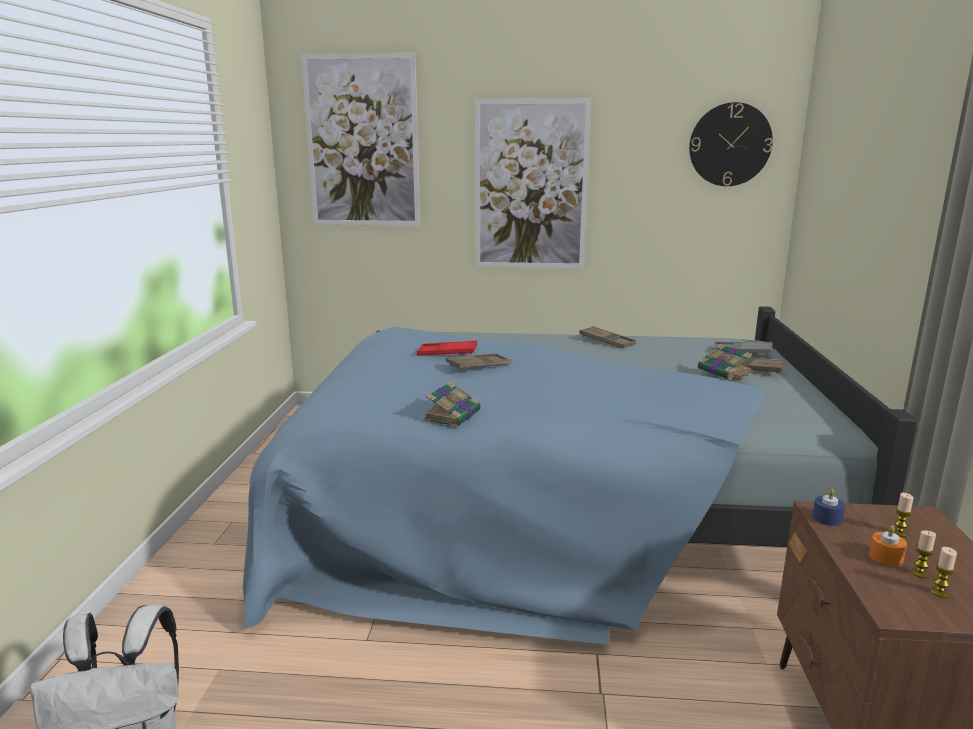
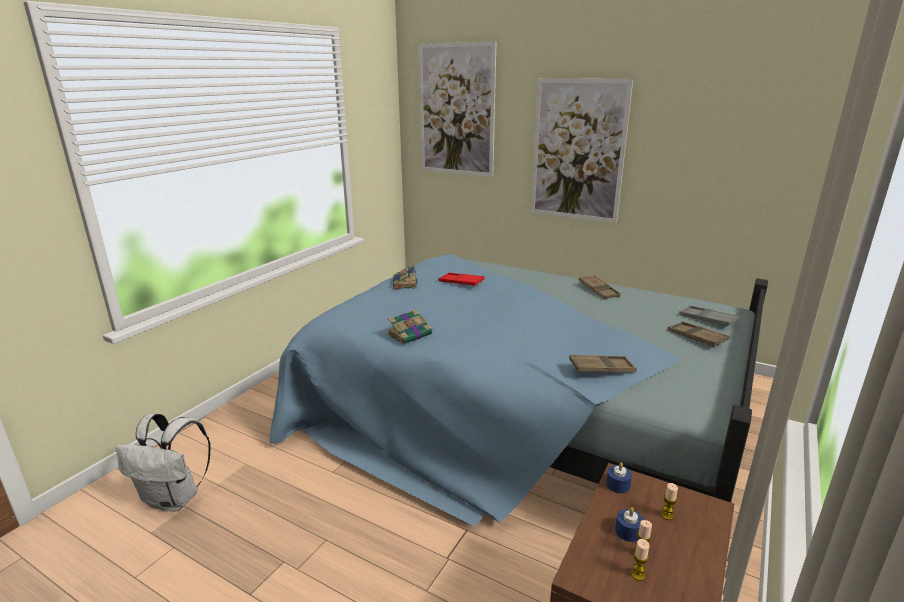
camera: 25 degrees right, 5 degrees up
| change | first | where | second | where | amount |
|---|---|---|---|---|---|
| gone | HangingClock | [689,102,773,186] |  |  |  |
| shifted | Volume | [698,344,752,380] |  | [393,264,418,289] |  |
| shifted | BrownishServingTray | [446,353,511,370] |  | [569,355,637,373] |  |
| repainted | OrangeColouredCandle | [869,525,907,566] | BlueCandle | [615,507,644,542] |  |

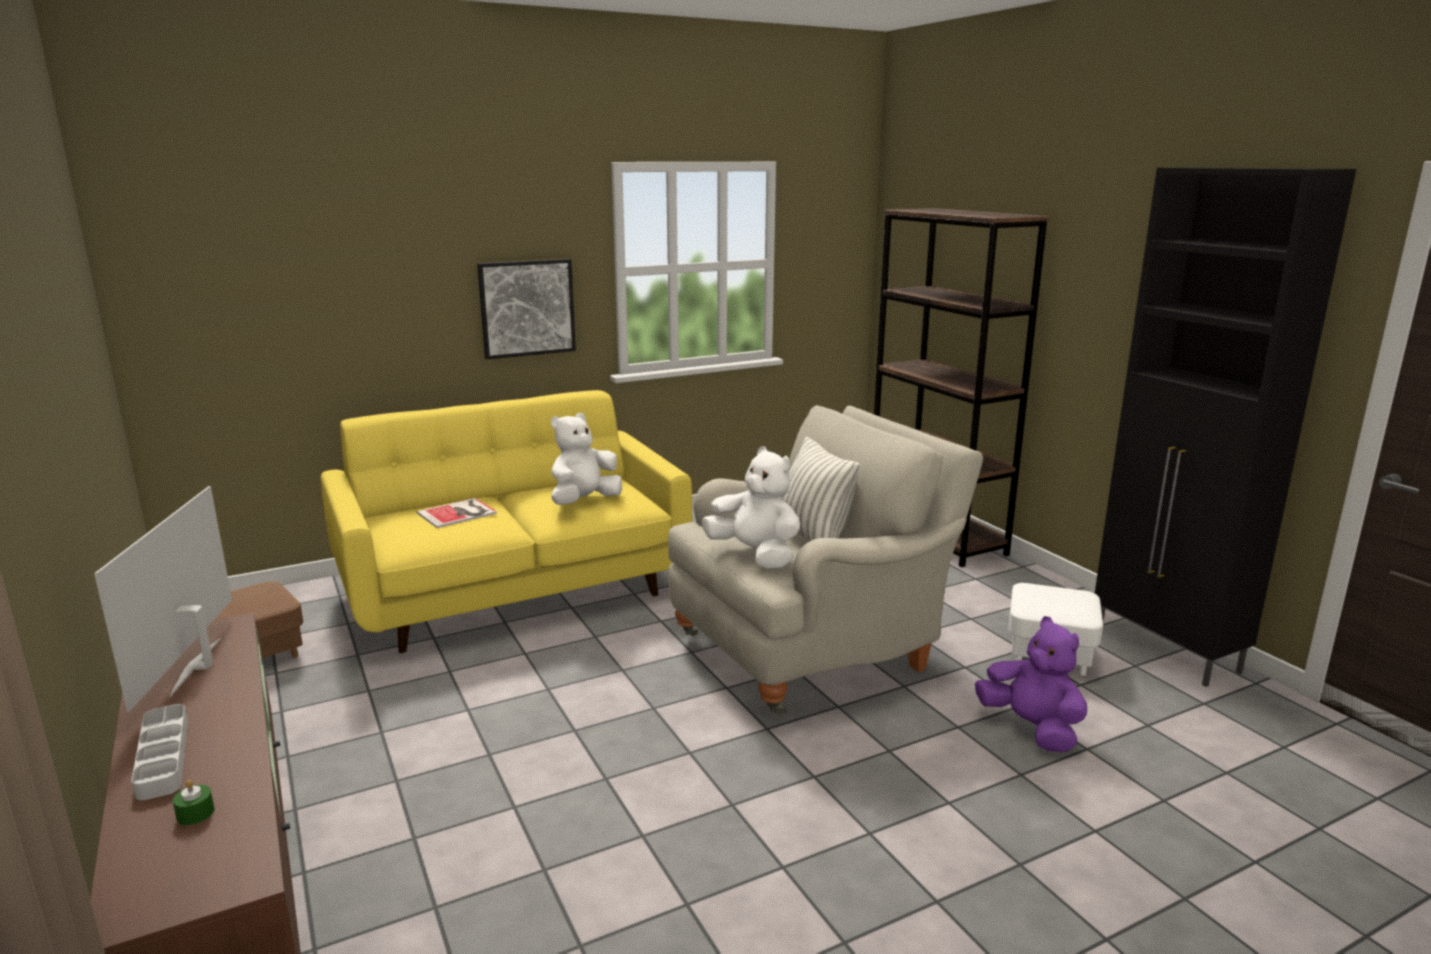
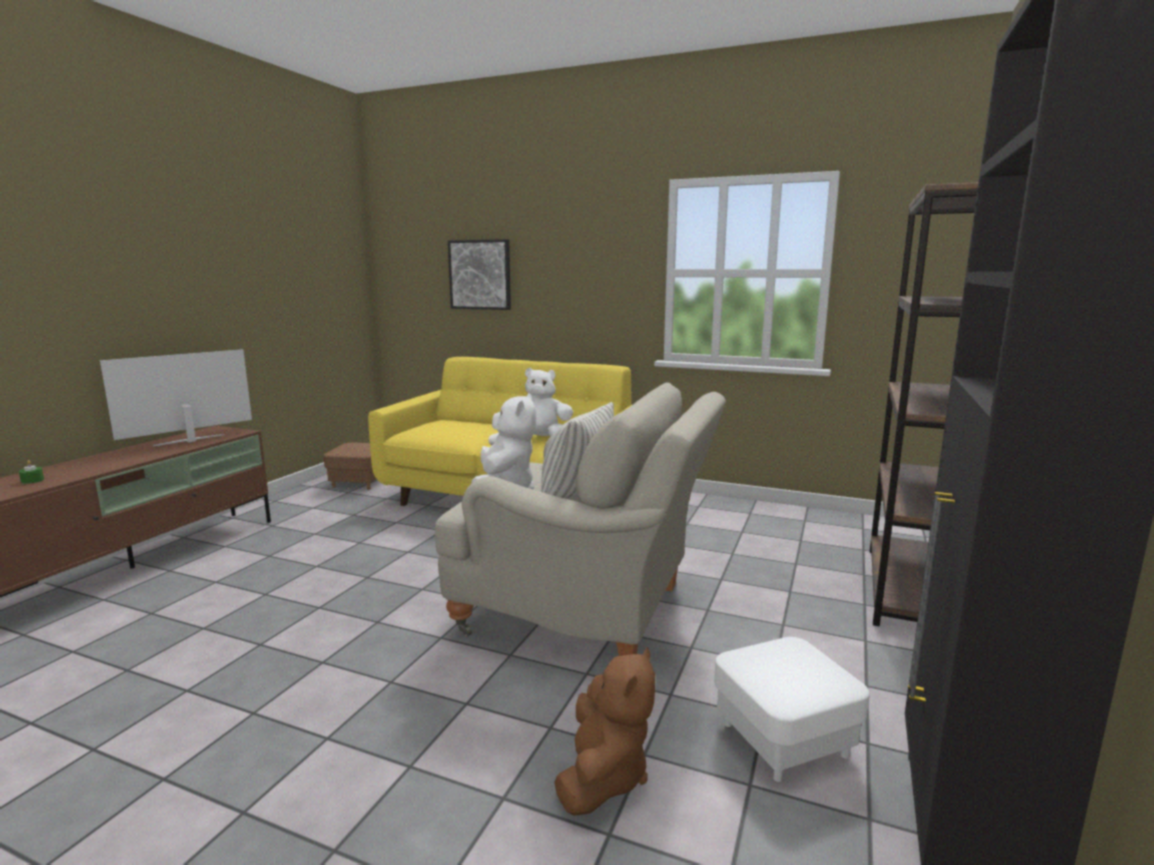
camera: 50 degrees right, 5 degrees down
| change | first | where | second | where | amount |
|---|---|---|---|---|---|
| shifted | WallPicture | [477,259,576,359] |  | [448,239,511,310] |  |
| gone | Volume | [417,498,497,528] |  |  |  |
| repainted | PurplishPlushToy | [975,616,1087,752] | BrownishPlushToy | [554,647,655,816] |  |
| gone | GrayServingTray | [131,704,188,800] |  |  |  |

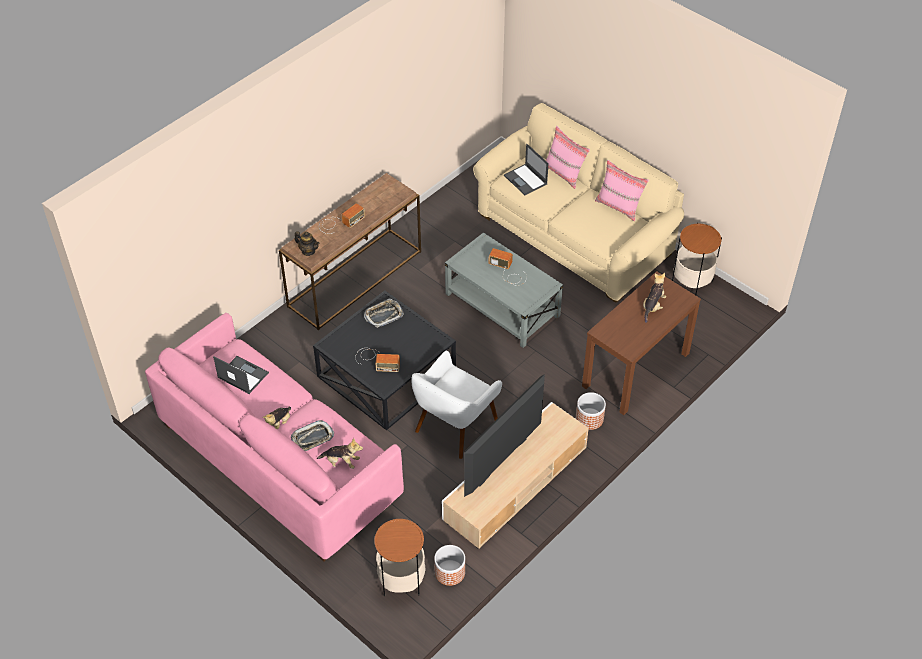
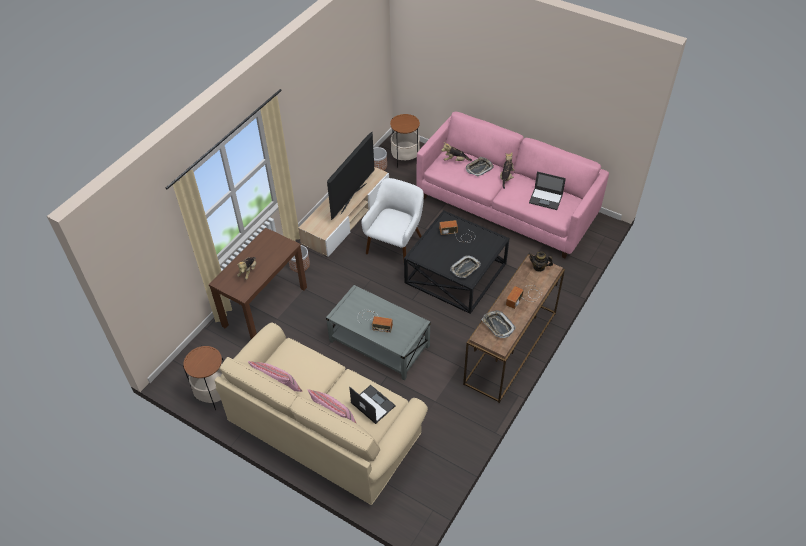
camera: 170 degrees right, 0 degrees up
| change | first | where | second | where | amount |
|---|---|---|---|---|---|
| new |  |  | ServingTray | [482,310,516,338] |  |

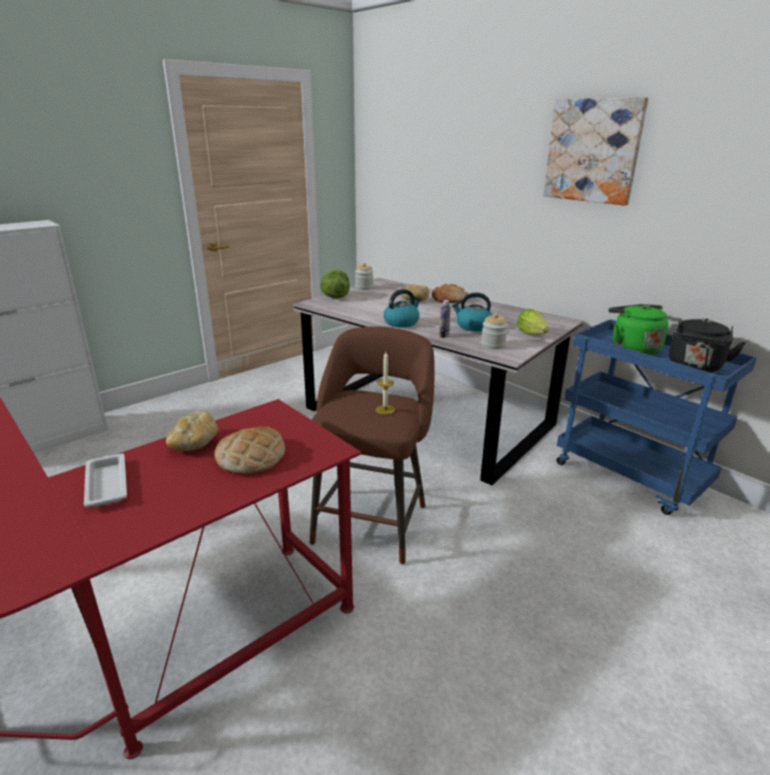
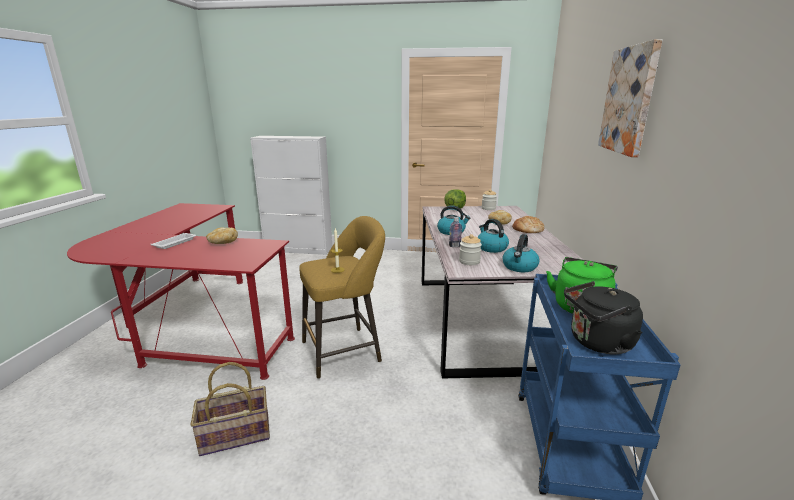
camera: 50 degrees right, 5 degrees down
| change | first | where | second | where | amount |
|---|---|---|---|---|---|
| swapped | Lettuce | [517,309,549,335] | Kettle | [502,234,540,272] |  |
| repainted | BrownishStool | [310,327,435,564] | YellowColouredStool | [299,216,385,379] |  |
| gone | BakeryBread | [214,426,285,474] |  |  |  |
| new |  |  | StorageBasket | [190,362,270,456] |  |

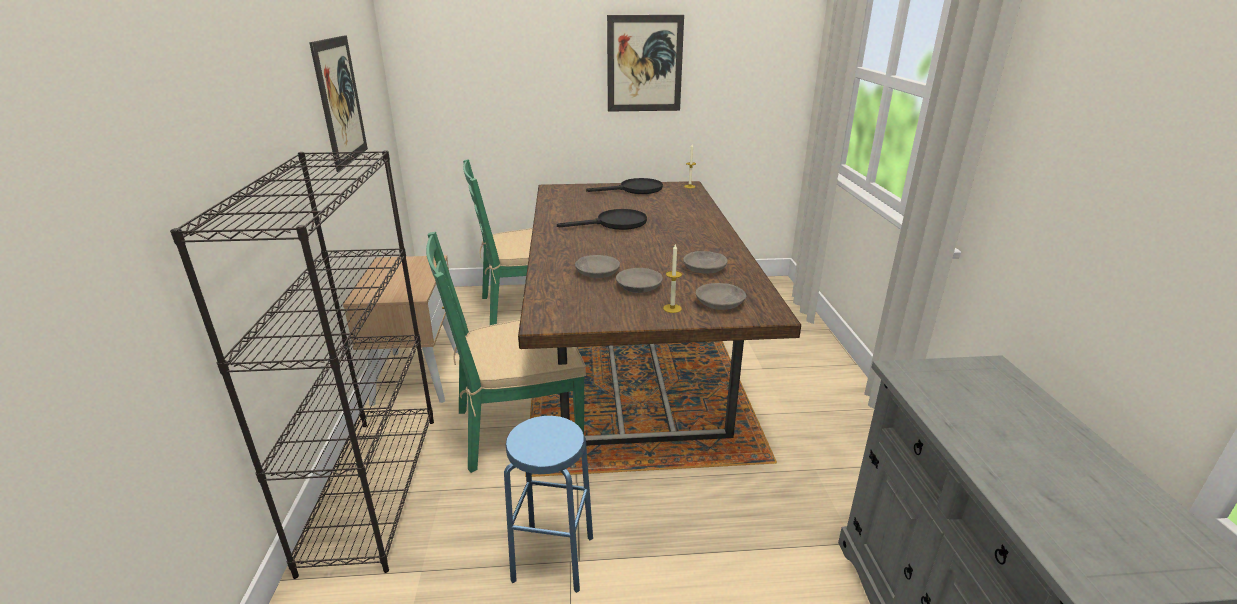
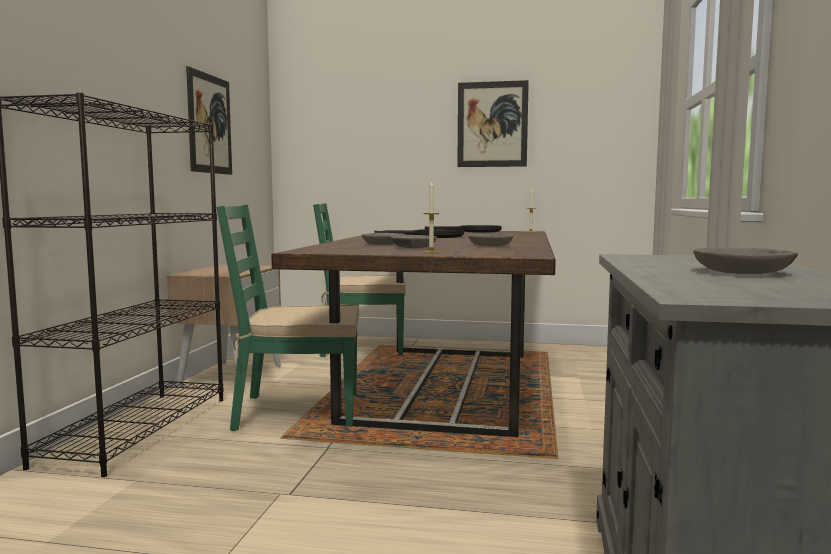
camera: 15 degrees right, 20 degrees down
| change | first | where | second | where | amount |
|---|---|---|---|---|---|
| shifted | GrayServingBowl | [696,283,746,310] |  | [693,248,798,274] |  |
| gone | BlueStool | [504,416,593,593] |  |  |  |

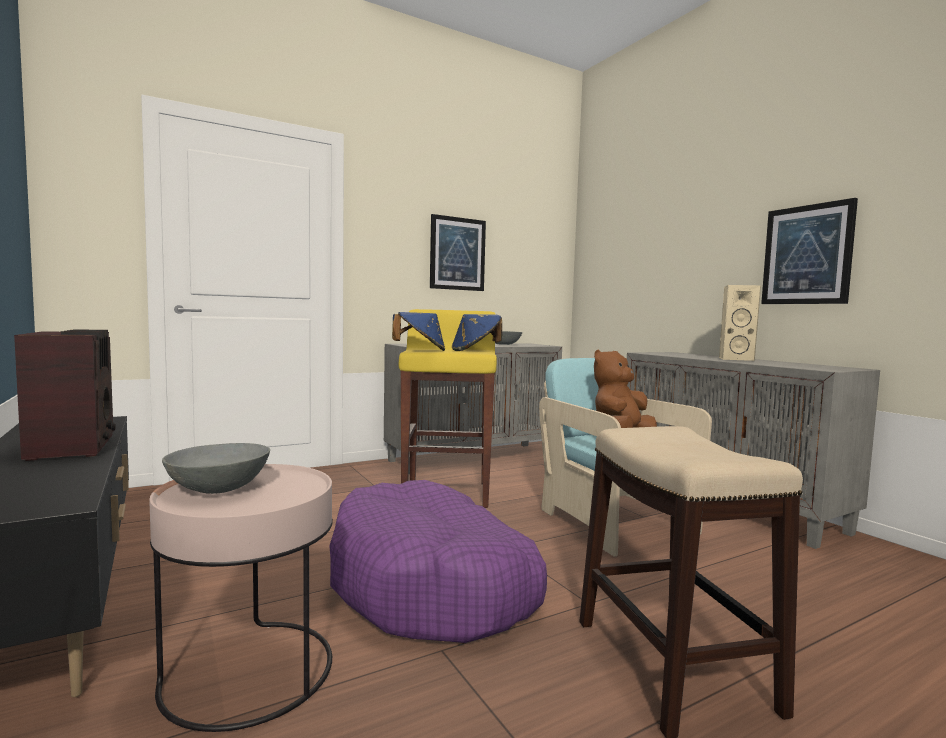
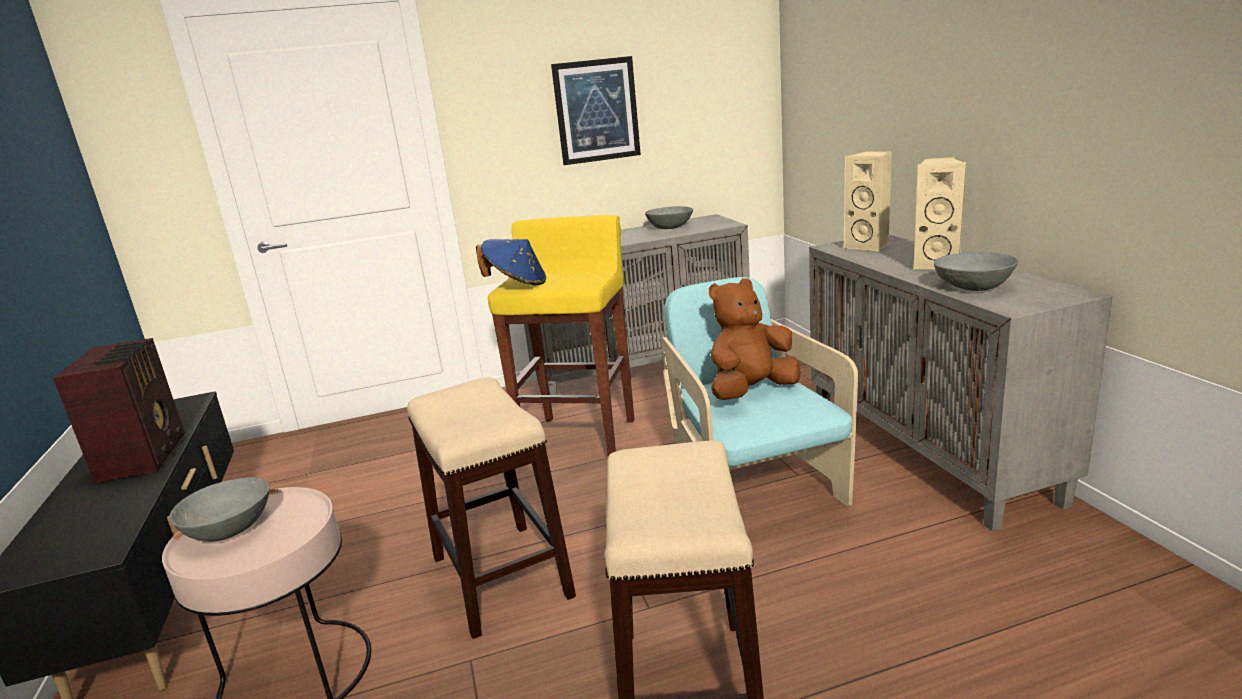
camera: 15 degrees right, 15 degrees up
| change | first | where | second | where | amount |
|---|---|---|---|---|---|
| gone | WallPicture | [761,198,858,304] |  |  |  |
| gone | BlueClothingHat | [452,314,502,351] |  |  |  |
| swapped | PurplishDogBed | [329,480,547,643] | Stool | [407,377,576,639] |  |
| new |  |  | BeigeSpeaker | [844,151,892,252] |  |
| new |  |  | GrayServingBowl | [934,252,1018,291] |  |

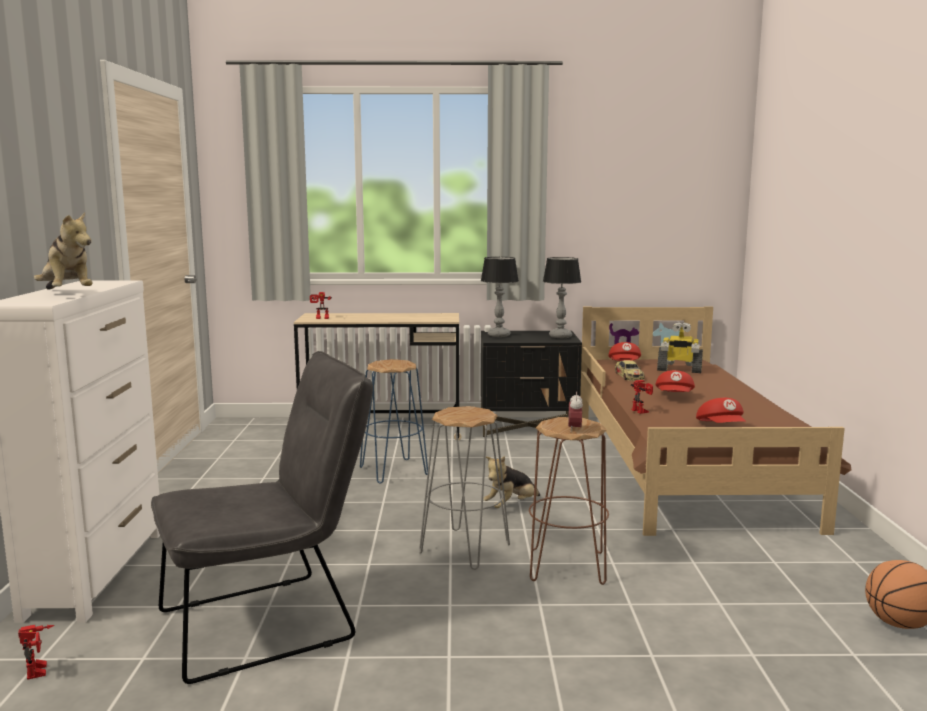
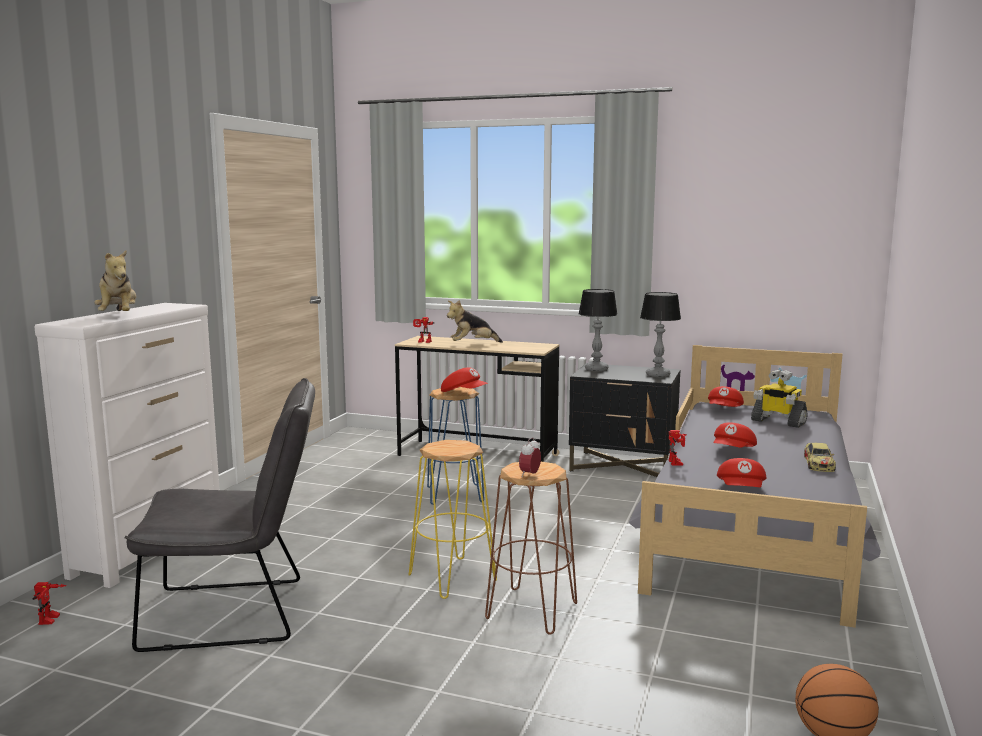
camera: 20 degrees right, 0 degrees up
| change | first | where | second | where | amount |
|---|---|---|---|---|---|
| repainted | BrownishBed | [580,306,851,536] | GrayBed | [629,345,881,628] |  |
| shifted | MiniatureCar | [615,360,644,381] |  | [804,443,836,472] |  |
| repainted | GrayStool | [419,406,510,570] | YellowColouredStool | [409,440,497,599] |  |
| shifted | PlushToy | [483,456,540,508] |  | [447,300,503,343] |  |
| new |  |  | ReddishPeakedCap | [441,367,488,392] |  |

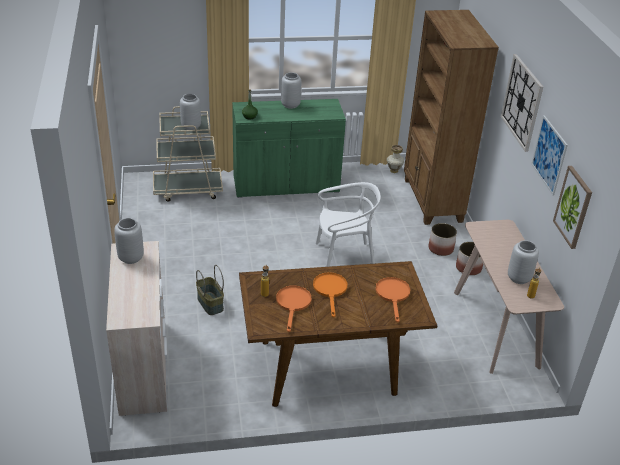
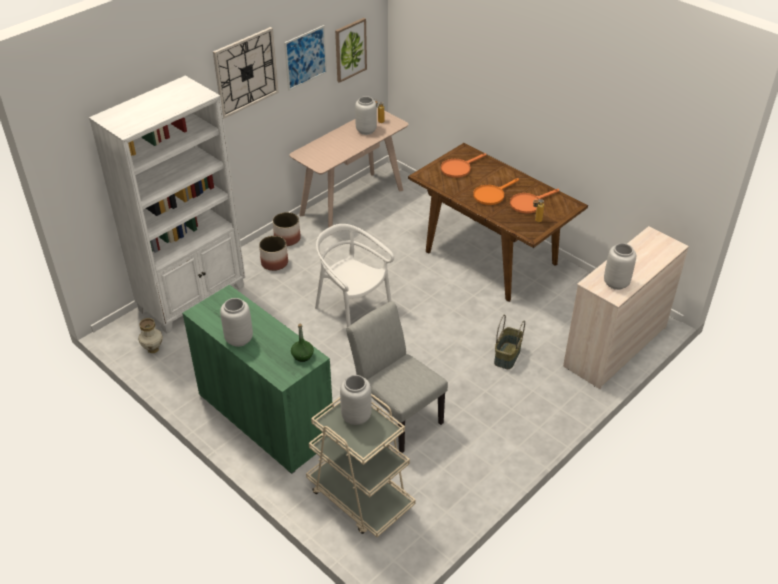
camera: 125 degrees left, 5 degrees up
| change | first | where | second | where | amount |
|---|---|---|---|---|---|
| repainted | BrownishBookshelf | [404,10,499,225] | WhiteColouredBookshelf | [89,76,245,333] |  |
| new |  |  | GrayPlainChair | [346,301,448,453] |  |

